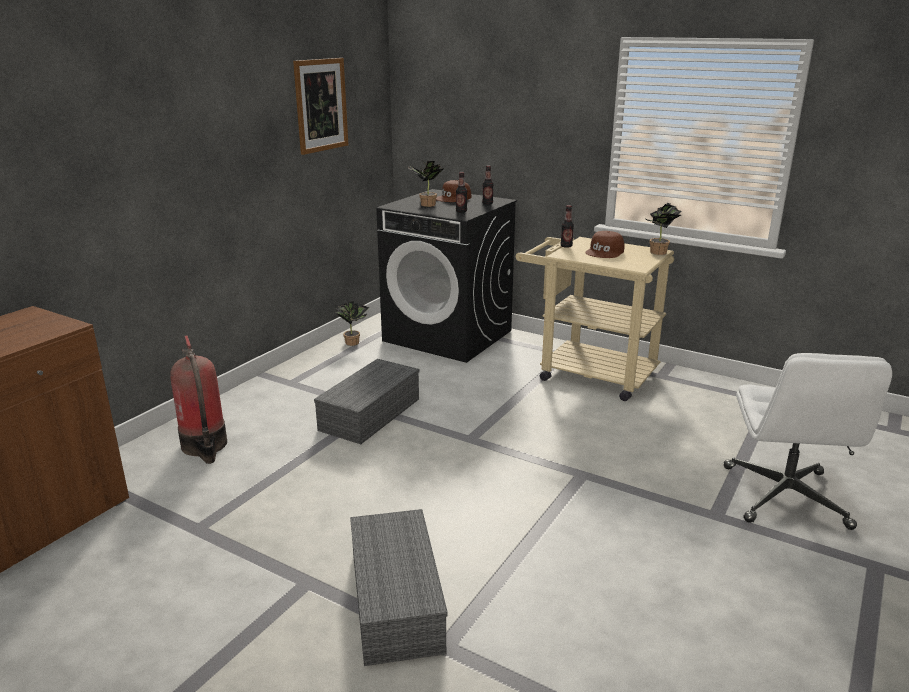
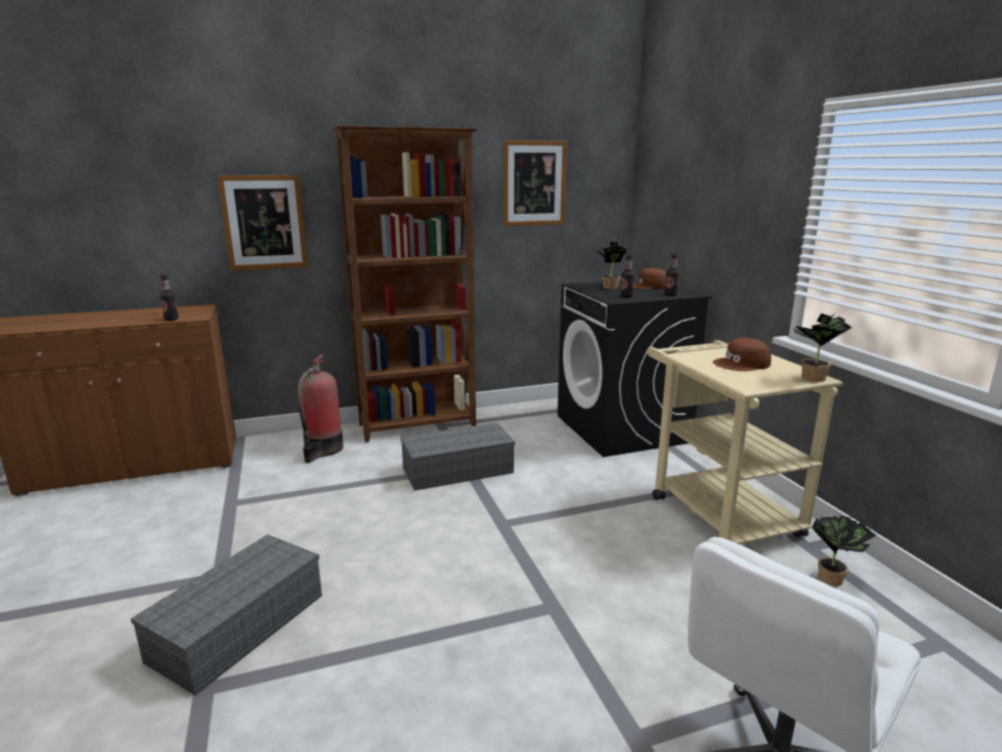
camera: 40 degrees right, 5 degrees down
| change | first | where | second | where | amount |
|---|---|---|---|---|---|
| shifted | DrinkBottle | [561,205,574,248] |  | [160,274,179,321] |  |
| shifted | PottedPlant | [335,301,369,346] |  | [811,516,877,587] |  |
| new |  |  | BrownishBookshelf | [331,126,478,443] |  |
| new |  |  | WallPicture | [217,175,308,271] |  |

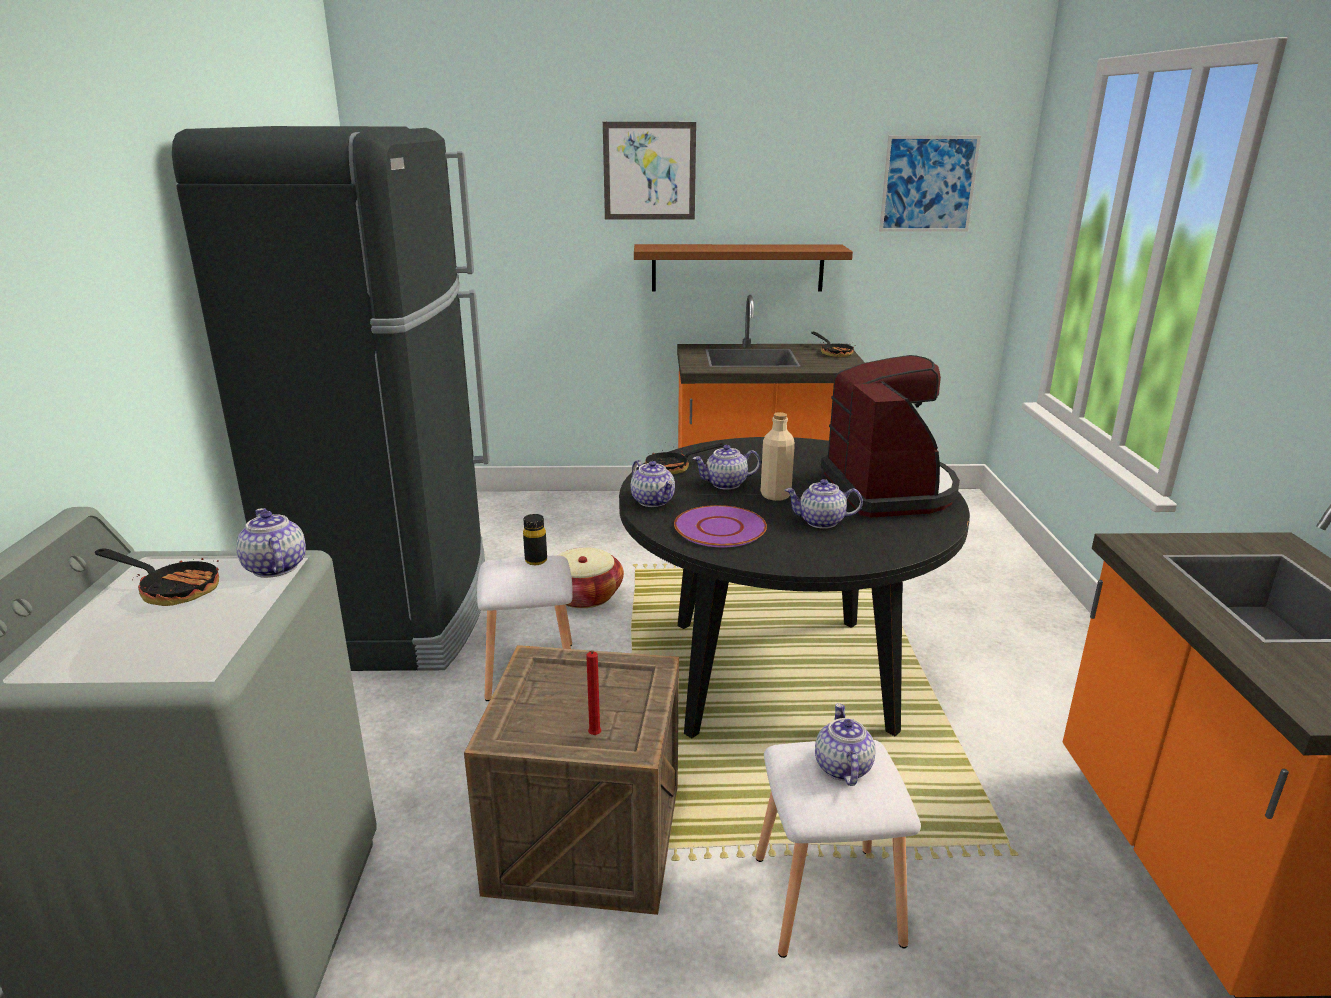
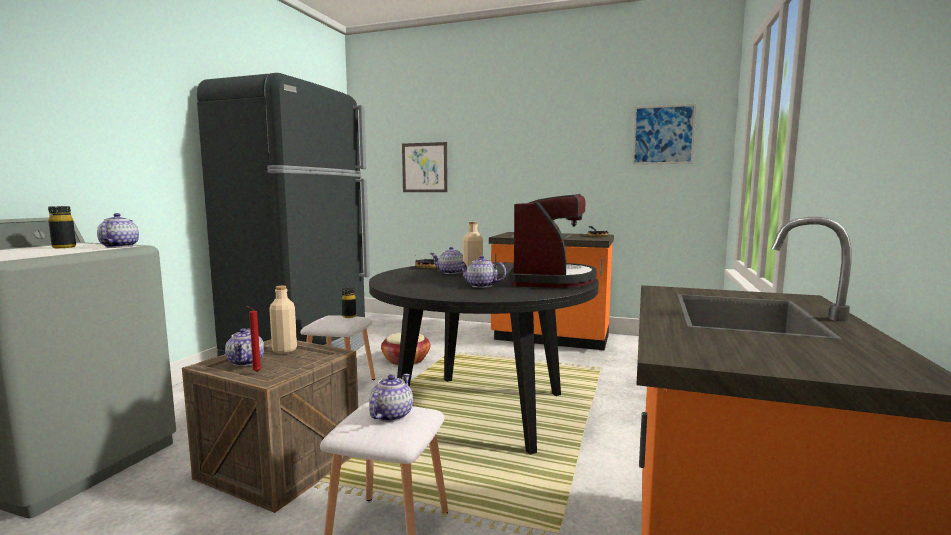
camera: 20 degrees right, 15 degrees down
| change | first | where | second | where | amount |
|---|---|---|---|---|---|
| shifted | WallPicture | [603,122,696,219] |  | [402,142,448,192] |  |
| gone | BrownishBracketShelf | [634,244,853,292] |  |  |  |
| shifted | Teapot | [631,460,675,507] |  | [225,328,264,366] |  |
| gone | PurplishFlatDish | [674,505,767,547] |  |  |  |
| swapped | FryingPan | [95,548,219,606] | BlackDrinkBottle | [48,206,76,248] |  |
| new |  |  | BeigeDrinkBottle | [269,286,297,353] |  |

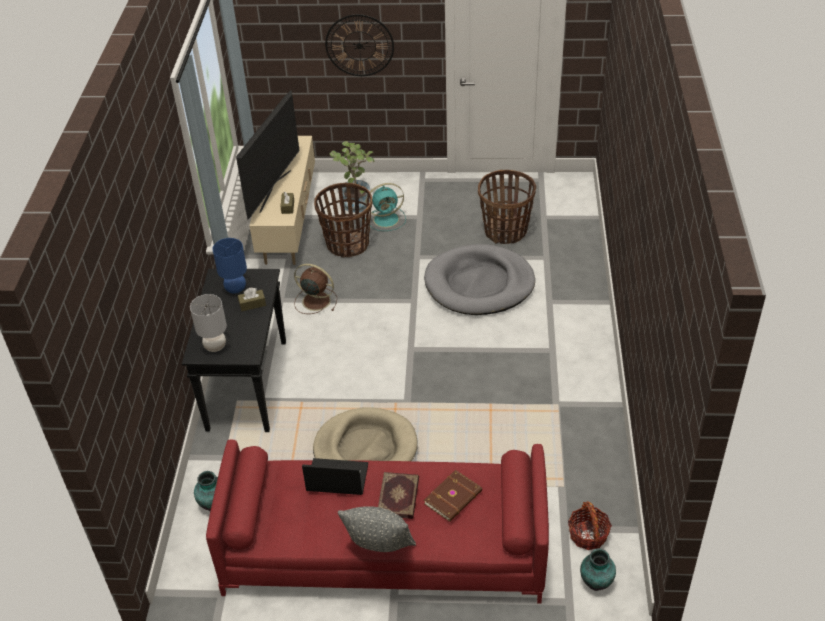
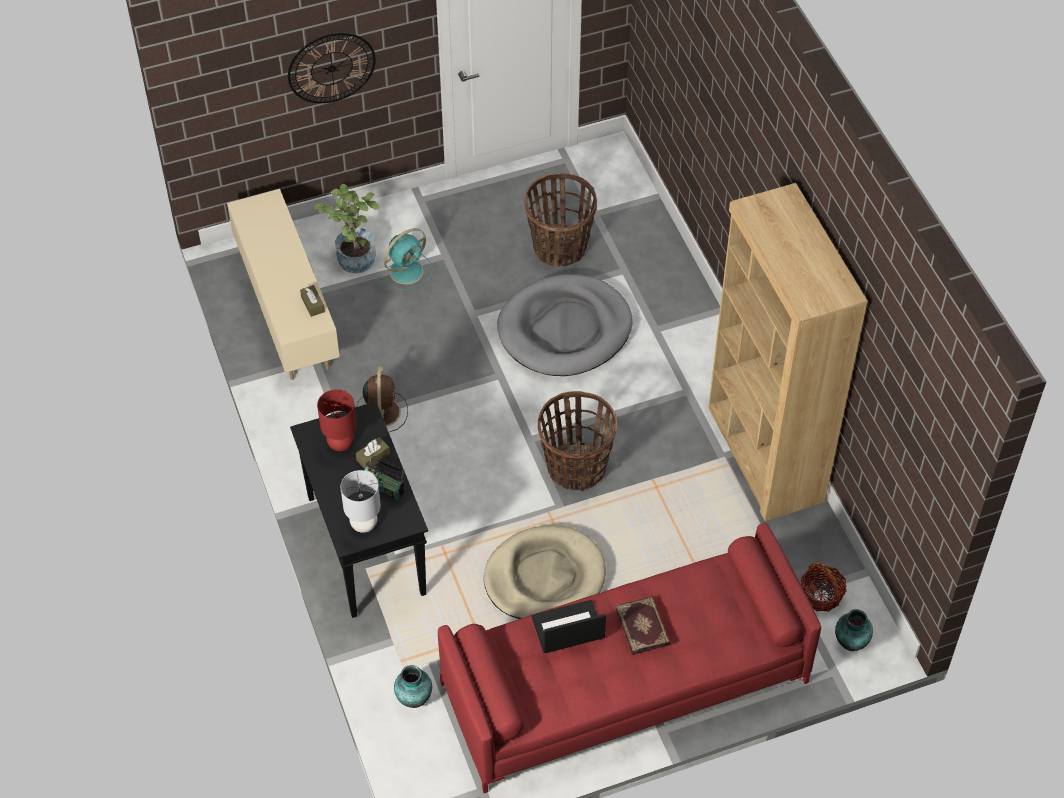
camera: 25 degrees left, 10 degrees up
| change | first | where | second | where | amount |
|---|---|---|---|---|---|
| gone | TvSet | [236,90,300,219] |  |  |  |
| shifted | StorageBasket | [314,183,372,257] |  | [538,391,617,491] |  |
| repainted | BlueLampForATable | [212,238,247,294] | ReddishLampForATable | [317,389,357,451] |  |
| rotated | BrownishFan | [294,264,337,314] |  | [356,365,408,432] | 90 degrees clockwise |
| gone | BrownishVolume | [424,470,482,522] |  |  |  |
| gone | GrayCushion | [338,506,416,552] |  |  |  |
| new |  |  | BrownishBookshelf | [708,183,868,521] |  |
| new |  |  | RadioReceiver | [364,455,405,500] |  |

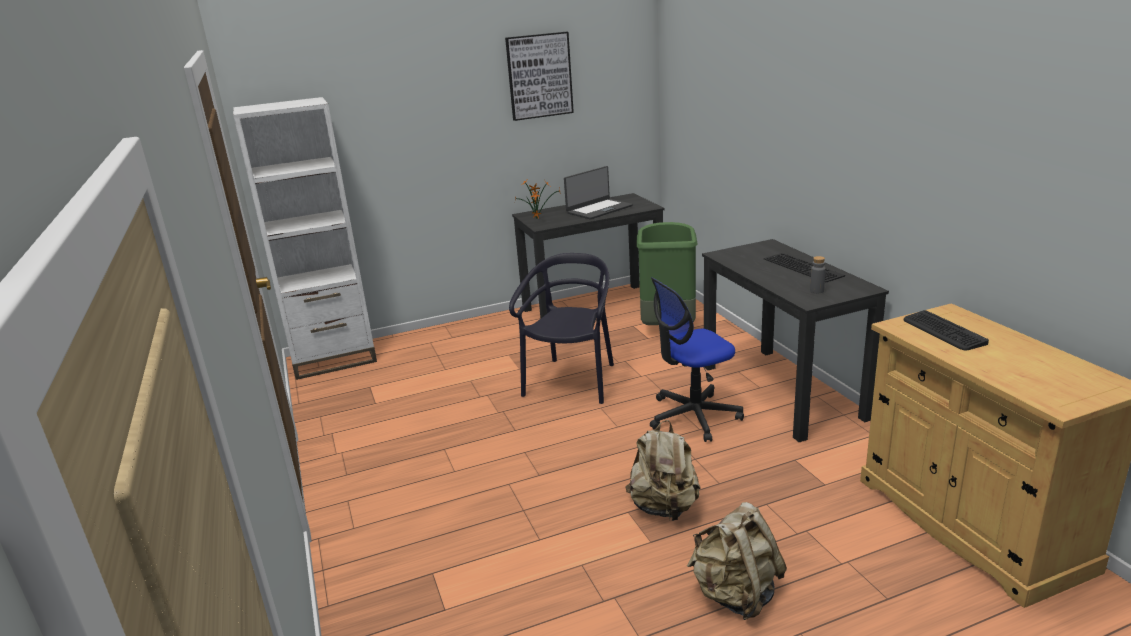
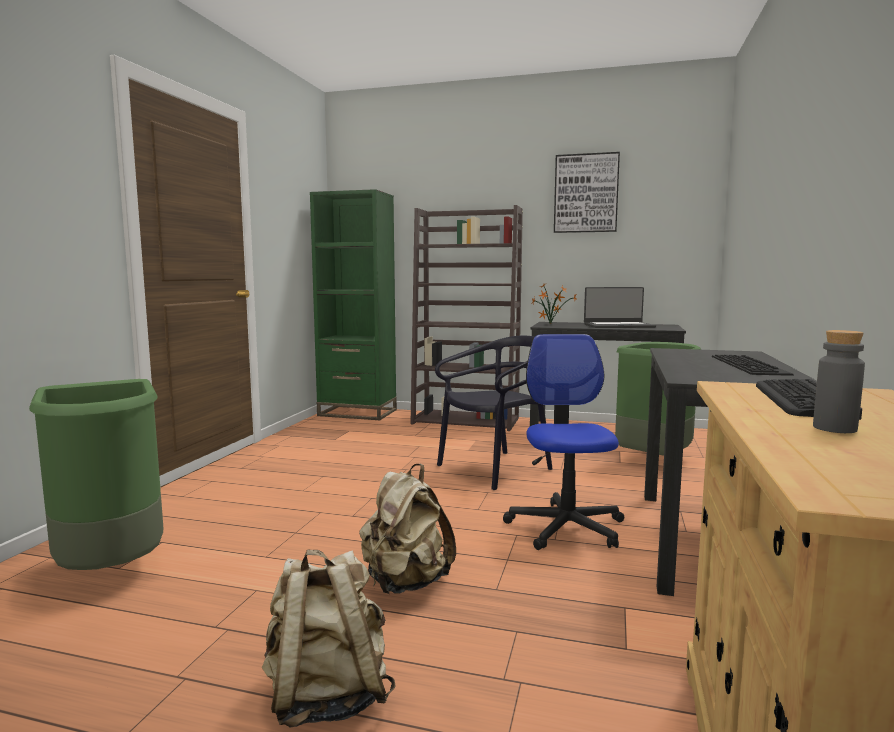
camera: 35 degrees right, 15 degrees down
| change | first | where | second | where | amount |
|---|---|---|---|---|---|
| repainted | WhiteColouredBookshelf | [233,97,377,380] | GreenishBookshelf | [310,189,397,420] |  |
| shifted | GrayDrinkBottle | [810,256,826,293] |  | [813,330,865,433] |  |
| rotated | DeskChair | [650,277,744,442] |  | [503,334,624,550] | 75 degrees clockwise |
| new |  |  | BrownishBookshelf | [410,205,523,431] |  |
| new |  |  | GreenishTrashCan | [29,379,163,570] |  |

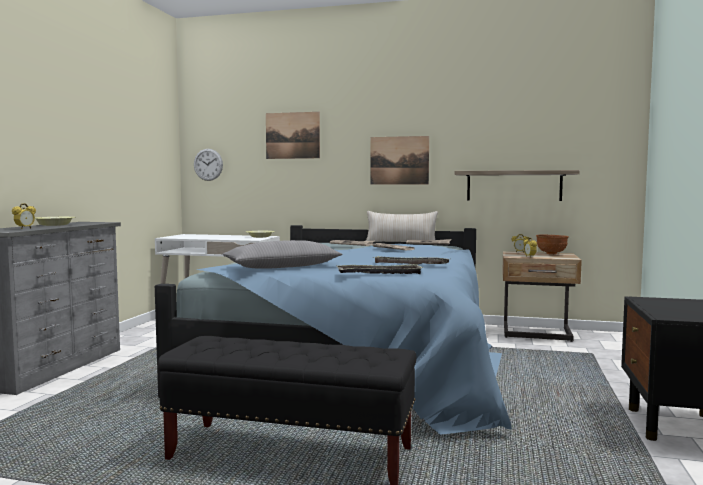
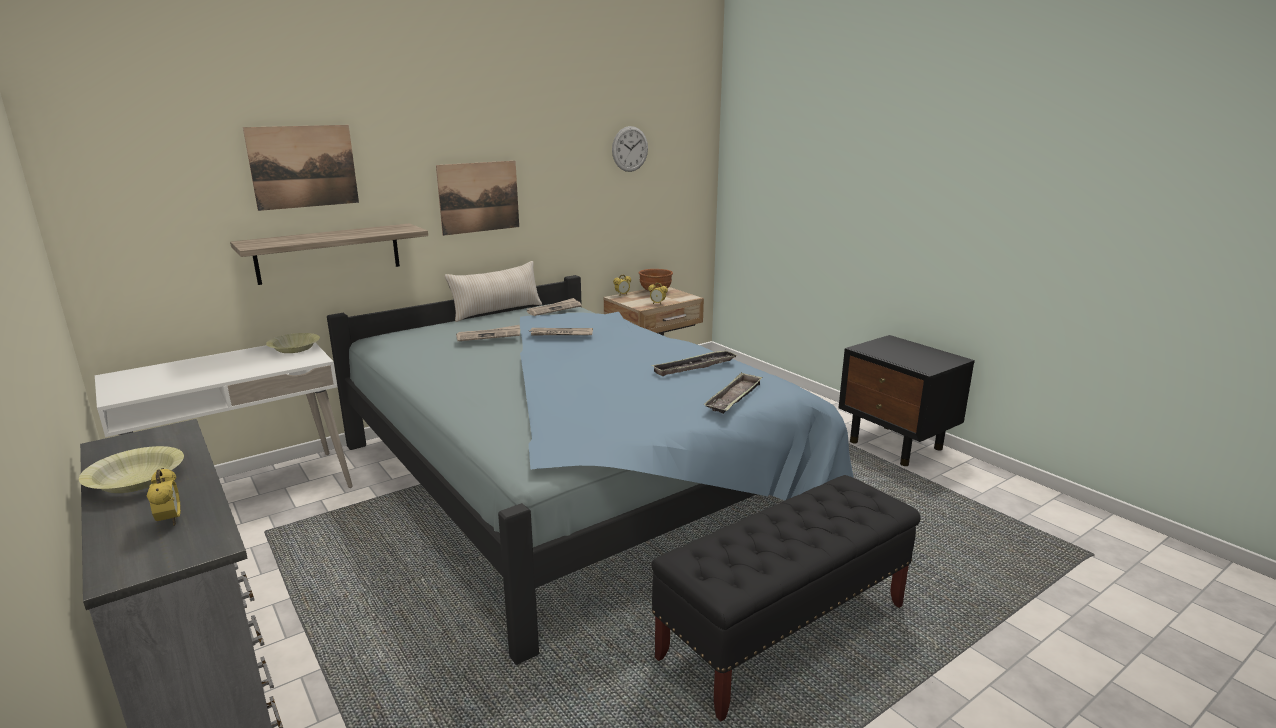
camera: 50 degrees left, 15 degrees up
| change | first | where | second | where | amount |
|---|---|---|---|---|---|
| shifted | HangingClock | [194,149,223,181] |  | [612,126,648,172] |  |
| shifted | BracketShelf | [455,170,580,201] |  | [230,223,428,285] |  |
| gone | GrayCushion | [222,240,342,269] |  |  |  |

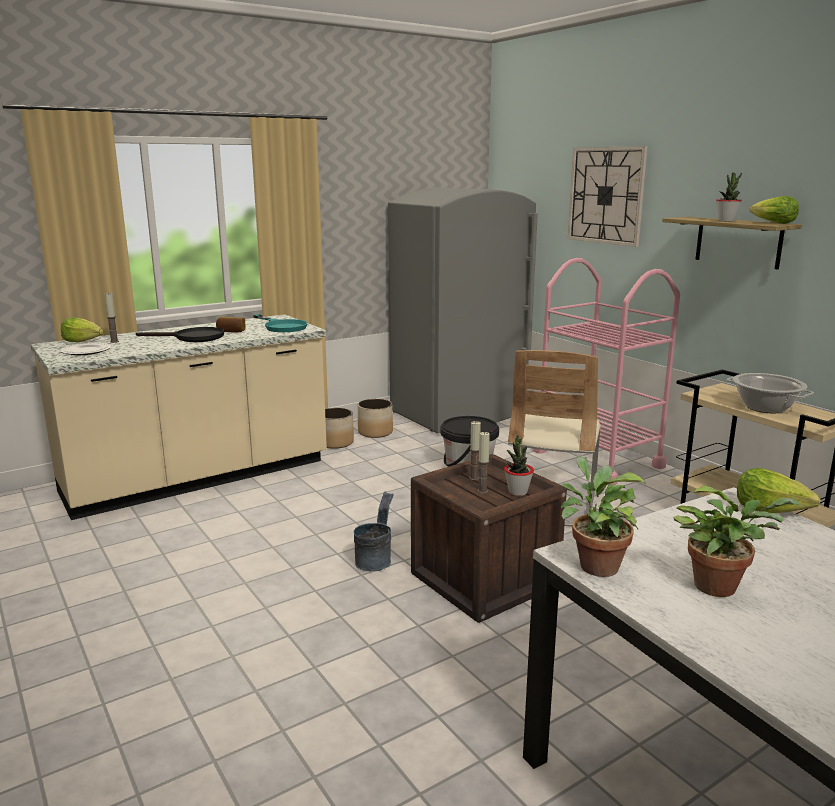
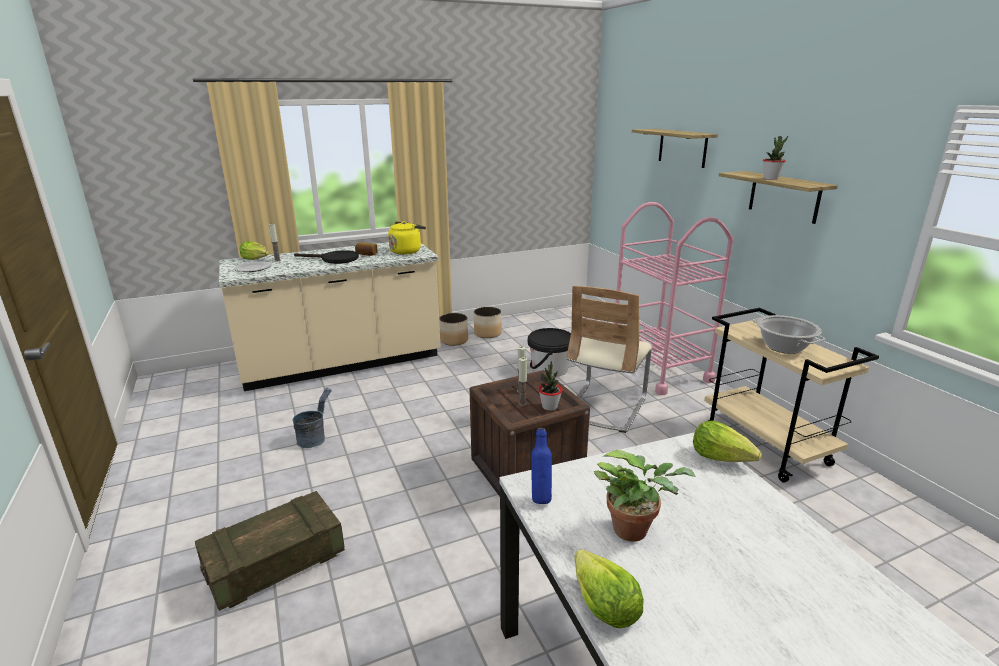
camera: 10 degrees right, 5 degrees up
| change | first | where | second | where | amount |
|---|---|---|---|---|---|
| swapped | HangingClock | [568,146,648,247] | BracketShelf | [632,129,718,168] |  |
| gone | GrayKitchenFridge | [388,187,538,433] |  |  |  |
| shifted | Lettuce | [749,196,799,224] |  | [574,549,644,628] |  |
| swapped | TurquoiseFryingPan | [253,314,308,332] | YellowColouredKettle | [388,221,426,255] |  |
| swapped | PottedPlant | [561,456,646,577] | BlueDrinkBottle | [531,428,552,504] |  |
| shifted | GrayBucket | [354,491,394,571] |  | [293,387,332,448] |  |
| new |  |  | ShippingCrate | [195,491,345,611] |  |

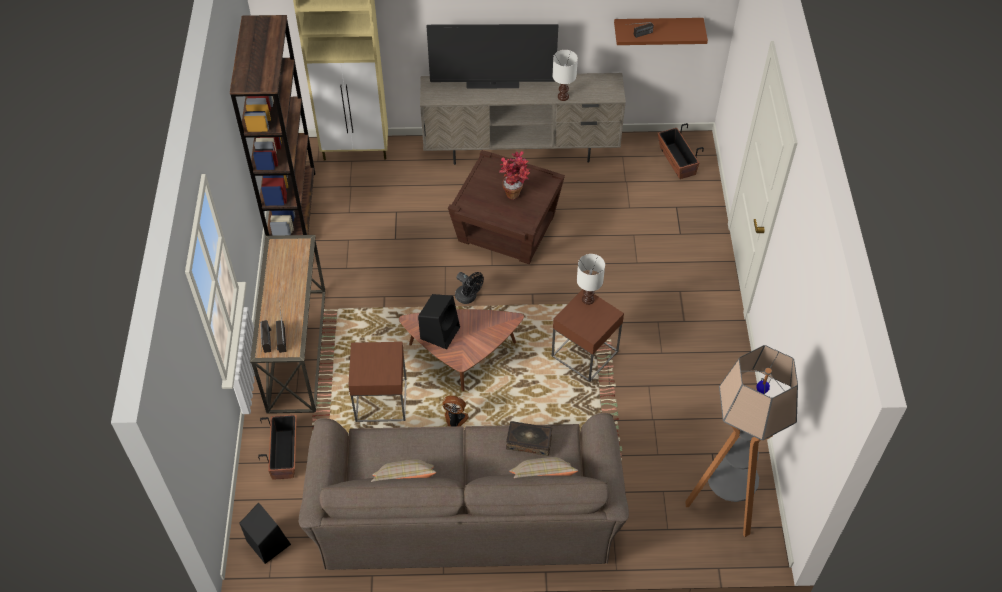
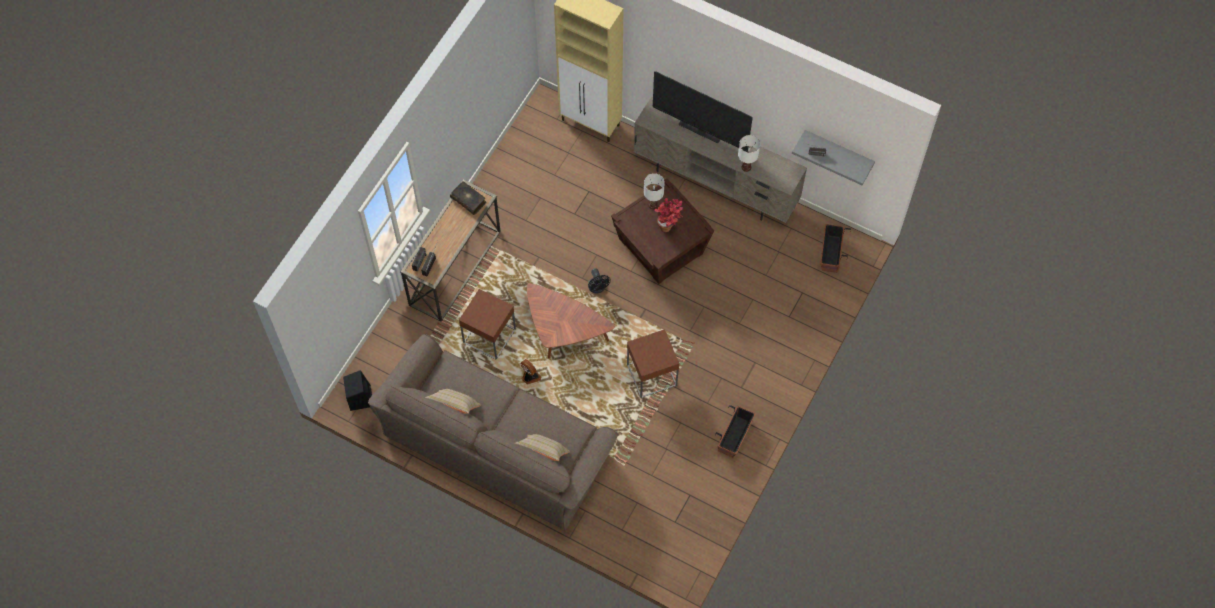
camera: 30 degrees right, 10 degrees up
| change | first | where | second | where | amount |
|---|---|---|---|---|---|
| gone | BrownishBookshelf | [230,15,315,236] |  |  |  |
| repainted | BrownishBracketShelf | [614,18,708,45] | GrayBracketShelf | [792,130,875,185] |  |
| shifted | WhiteColouredLampForATable | [577,254,605,305] |  | [644,173,665,209] |  |
| gone | BlackSpeaker | [418,294,460,349] |  |  |  |
| gone | StandingLamp | [685,345,798,537] |  |  |  |
| shifted | FlowerPot | [258,415,297,480] |  | [715,405,756,457] |  |
| shifted | Volume | [506,421,552,456] |  | [450,181,486,215] |  |

